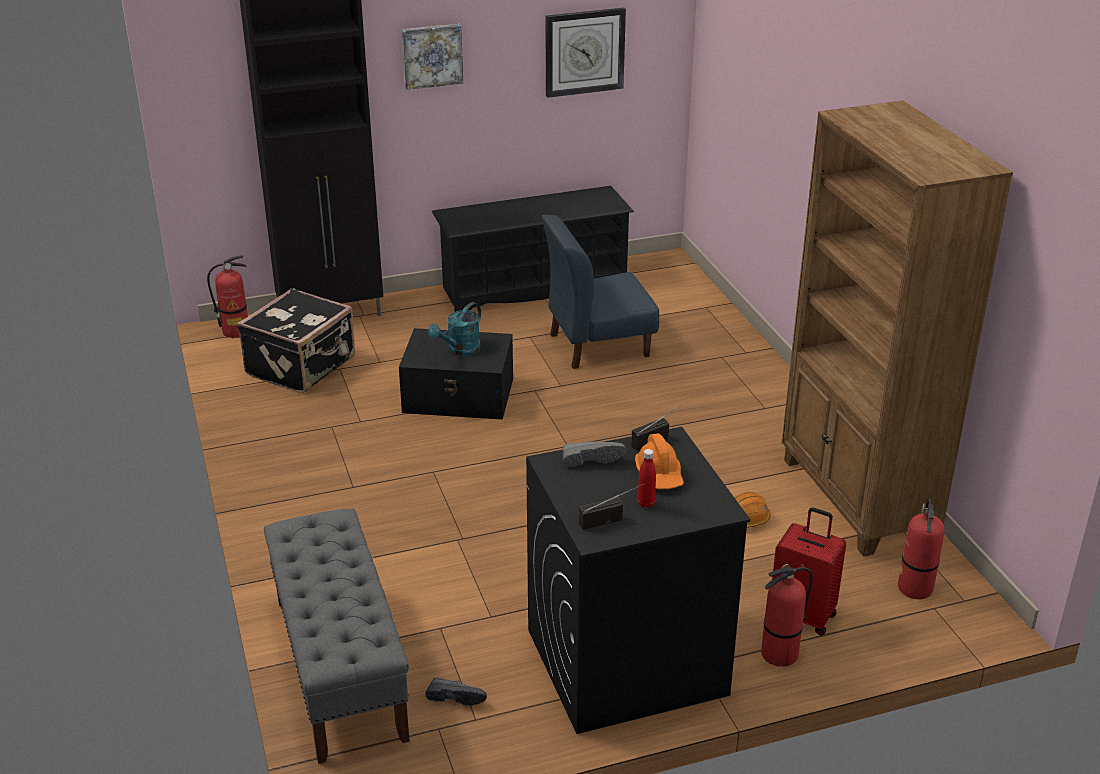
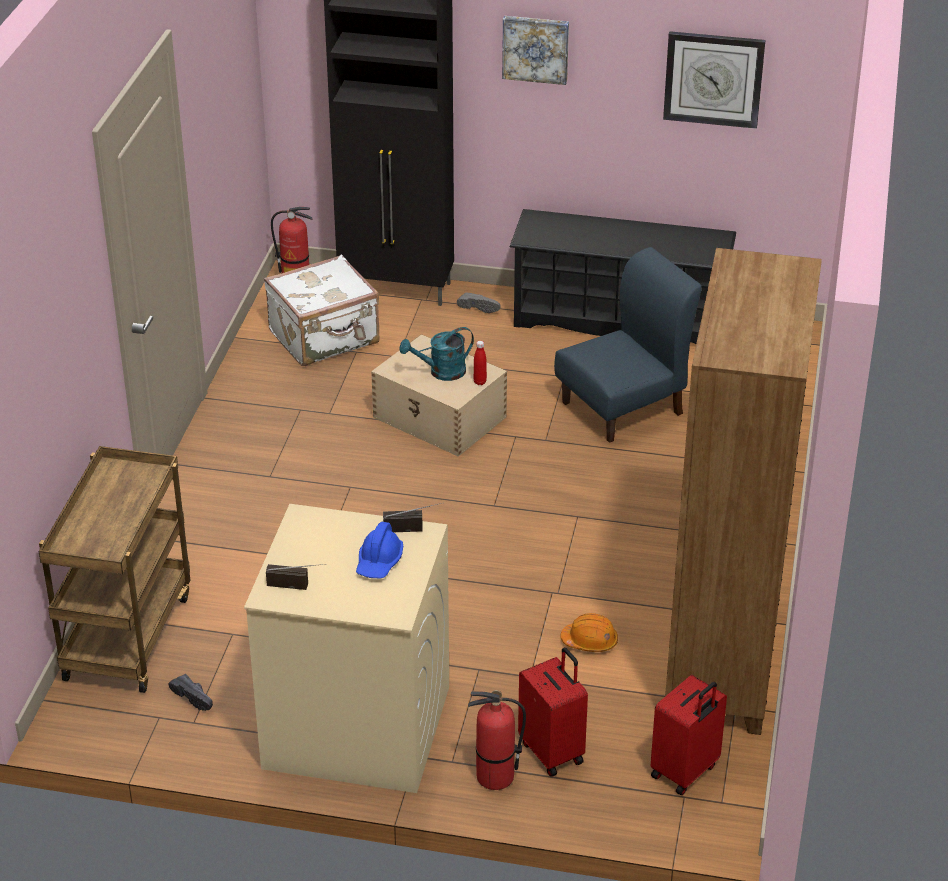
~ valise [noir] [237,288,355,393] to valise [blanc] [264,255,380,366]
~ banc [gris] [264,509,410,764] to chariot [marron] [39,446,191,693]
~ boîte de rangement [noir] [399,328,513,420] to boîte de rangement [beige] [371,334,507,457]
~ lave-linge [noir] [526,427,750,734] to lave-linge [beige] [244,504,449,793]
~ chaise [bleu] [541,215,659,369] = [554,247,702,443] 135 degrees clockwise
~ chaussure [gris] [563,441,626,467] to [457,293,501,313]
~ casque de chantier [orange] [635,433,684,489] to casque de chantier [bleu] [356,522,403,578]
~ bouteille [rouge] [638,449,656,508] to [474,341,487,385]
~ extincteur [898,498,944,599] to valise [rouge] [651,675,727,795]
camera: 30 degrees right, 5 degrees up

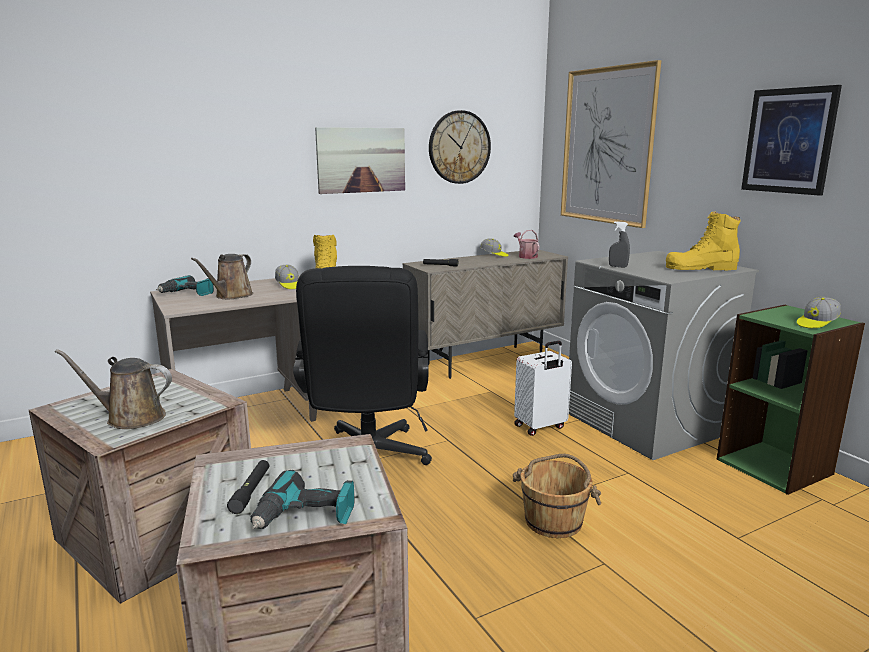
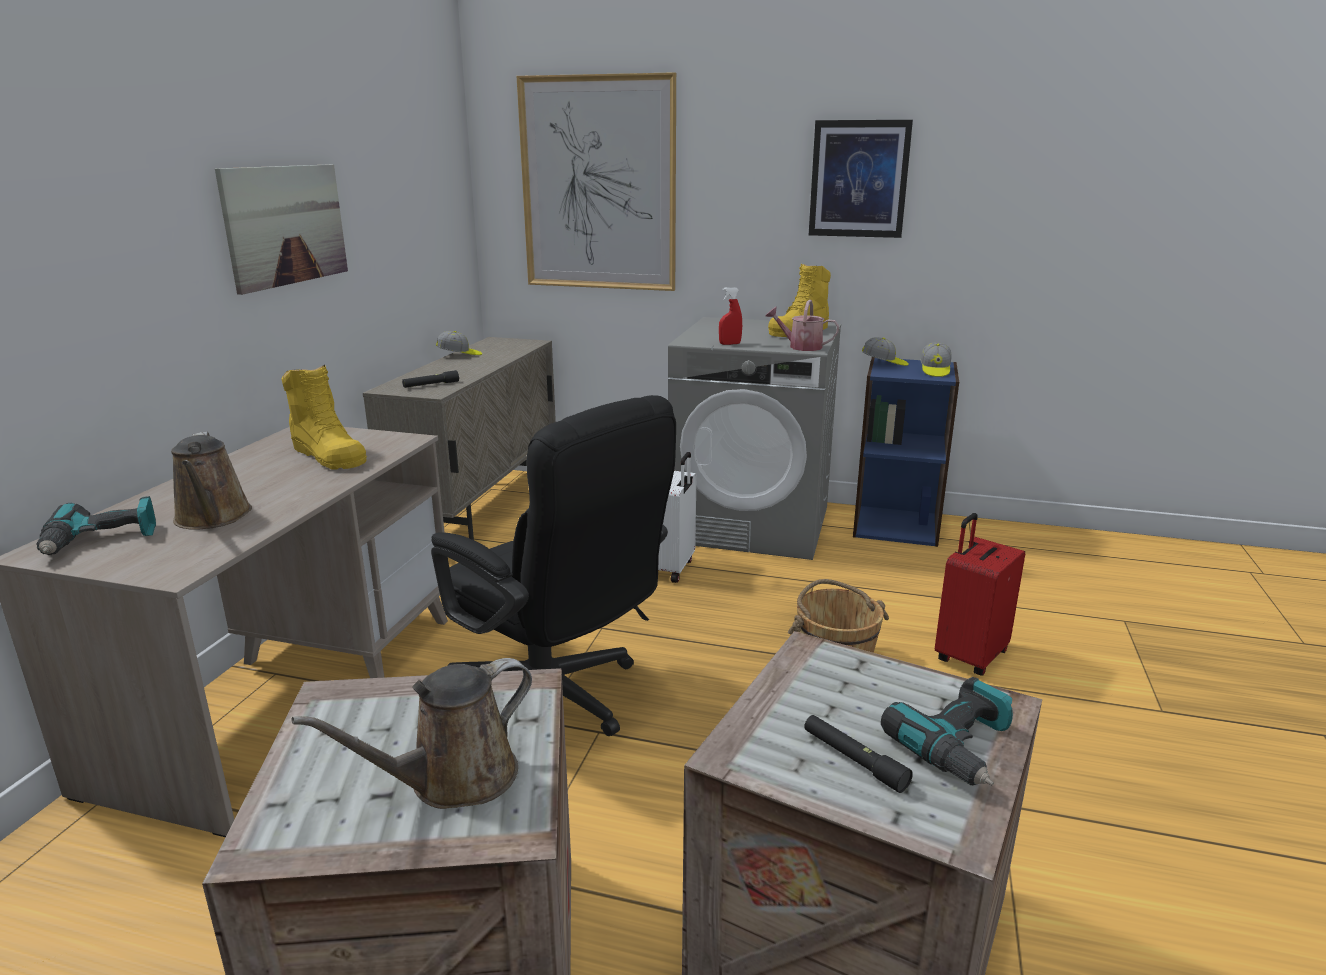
~ casquette [275,265,298,289] to [862,337,909,366]
- horloge murale [429,110,491,184]
~ arrosoir [514,230,540,259] to [765,300,839,351]
~ vaporisateur [gris] [609,221,630,268] to vaporisateur [rouge] [719,287,742,345]
~ bibliothèque [vert] [716,305,865,495] to bibliothèque [bleu] [853,357,959,547]
+ valise [rouge] [935,513,1025,676]
camera: 45 degrees left, 5 degrees up

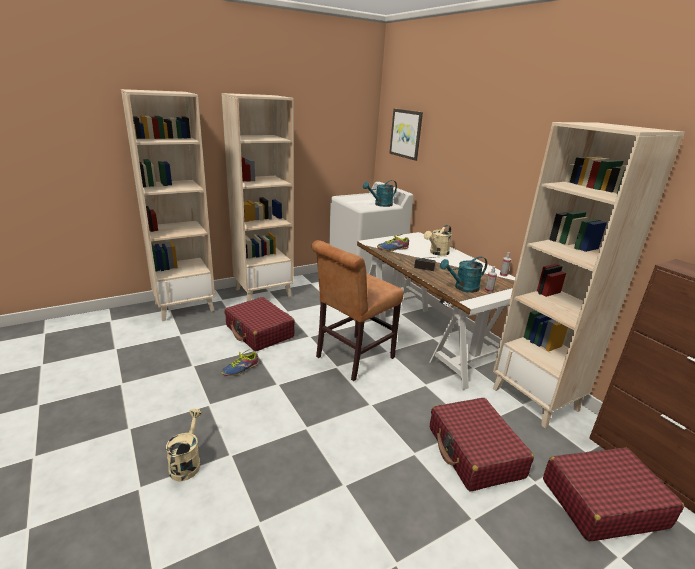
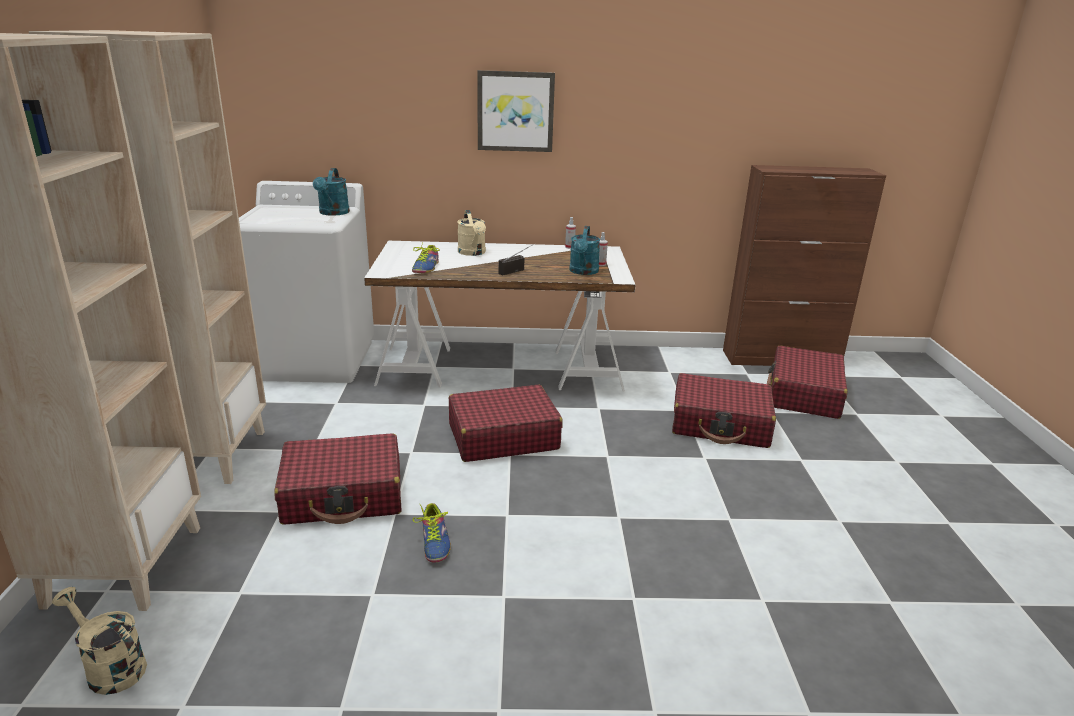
~ arrosoir [beige] [166,409,202,481] to [52,587,147,695]
~ chaise [marron] [311,240,404,381] to valise [rouge] [449,384,563,462]
~ tableau [389,109,423,161] to [477,70,555,152]
- bibliothèque [beige] [493,122,685,428]
camera: 60 degrees left, 0 degrees up

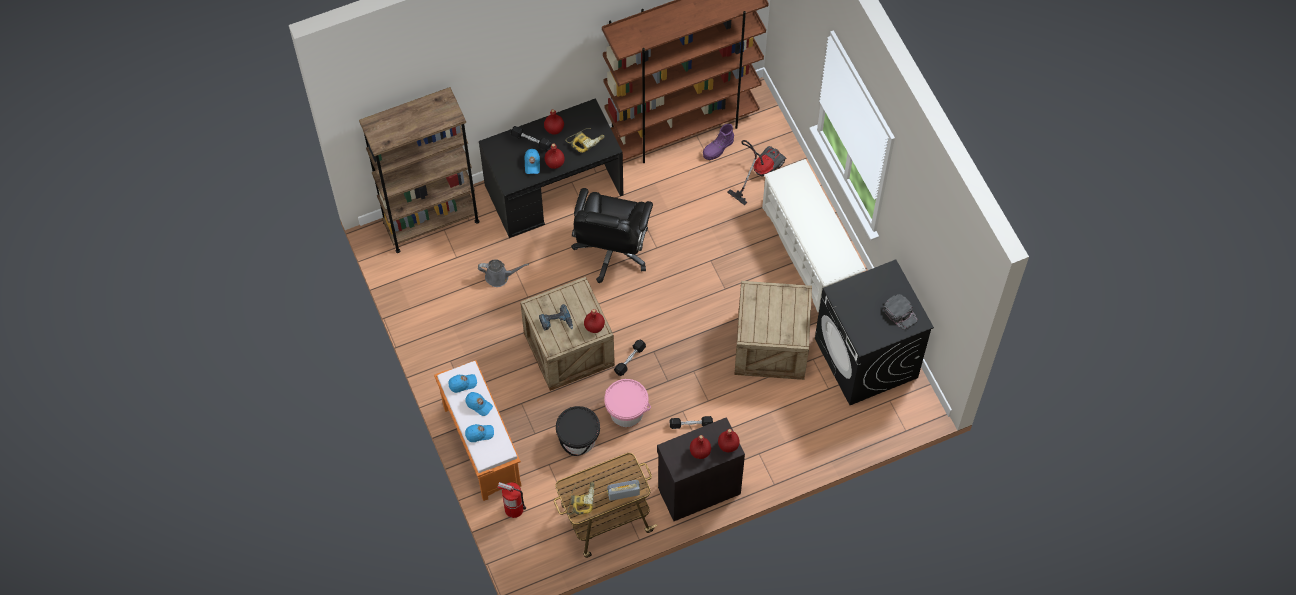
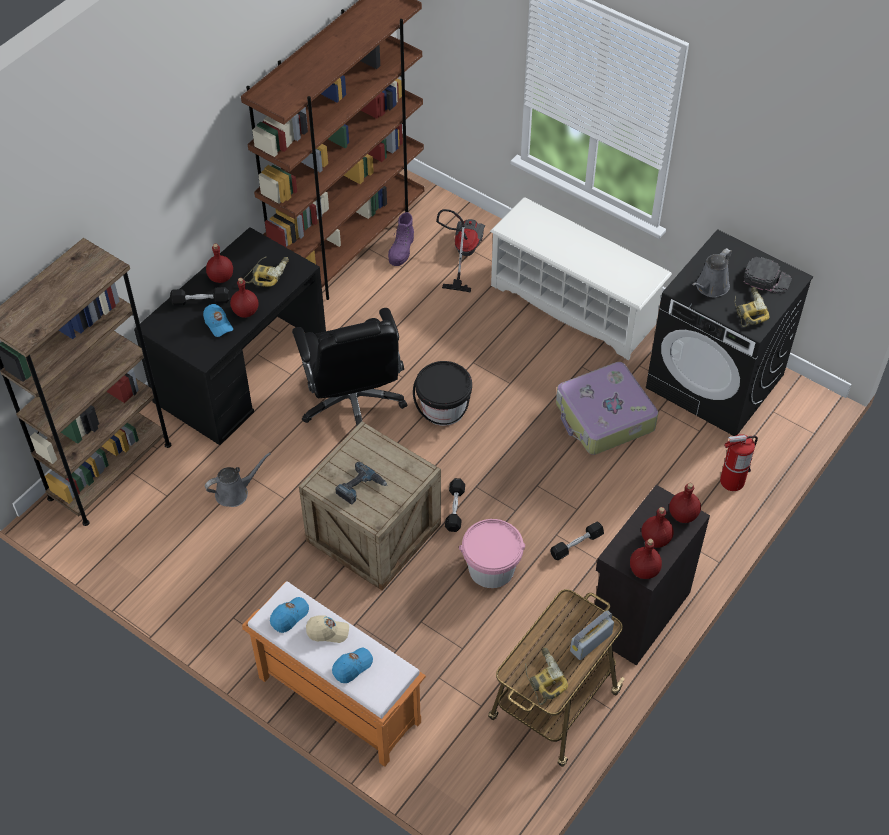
~ casquette [bleu] [465,392,493,416] to casquette [beige] [306,615,349,643]
~ extincteur [497,482,526,518] to [720,434,758,491]
~ seau [noir] [556,406,600,456] to [413,361,472,426]
~ bouteille [rouge] [584,309,605,333] to [630,539,662,579]
~ caisse [734,281,812,380] to valise [556,362,658,455]
+ arrosoir [gris] [692,248,732,297]
+ perceuse [735,287,769,327]
camera: 30 degrees left, 10 degrees down

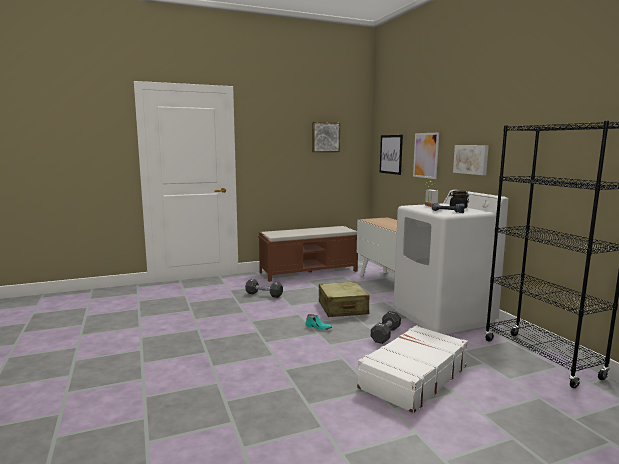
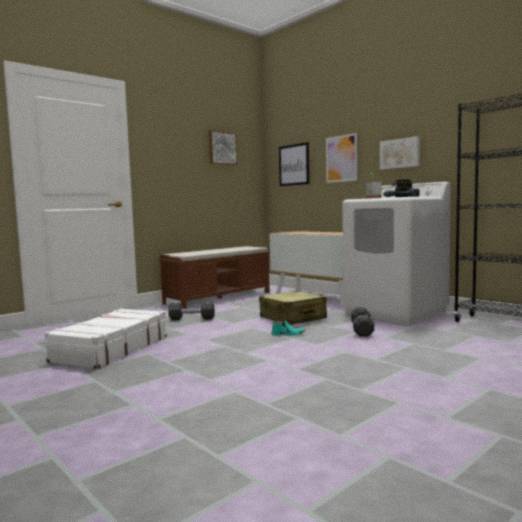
~ valise [blanc] [357,325,468,413] to [45,308,167,369]
camera: 20 degrees left, 5 degrees down

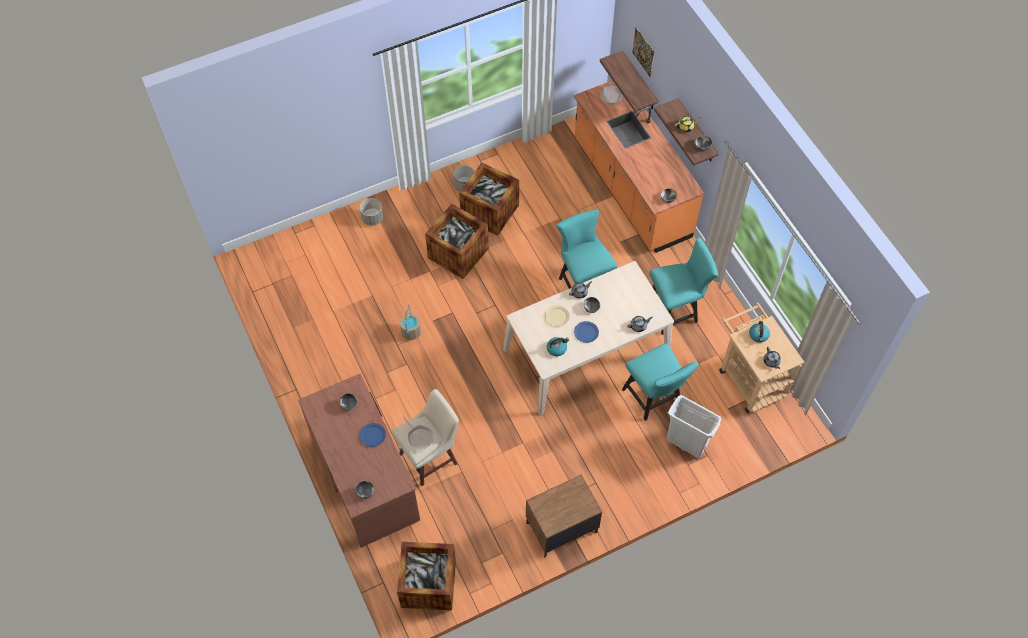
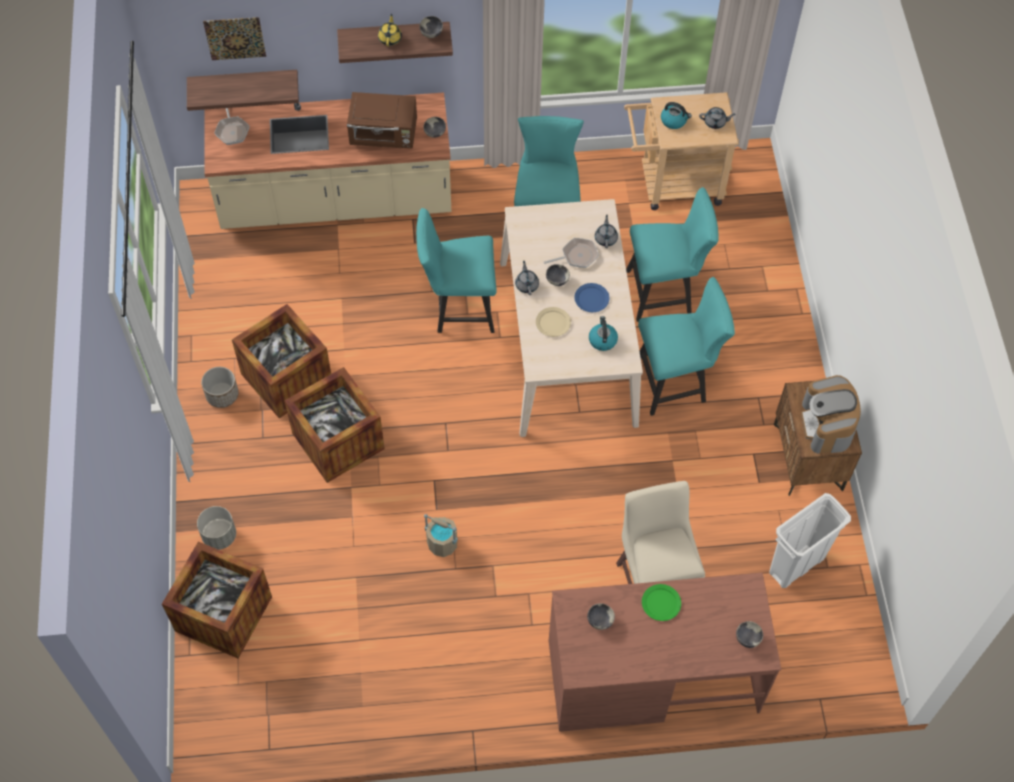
~ assiette [bleu] [360,423,386,447] to assiette [vert] [642,584,681,621]
~ caisse [397,542,456,610] to [162,541,272,658]
~ poêle [403,417,433,450] to [544,238,599,268]
~ comptoir de cuisine [orange] [574,80,704,253] to comptoir de cuisine [beige] [204,93,451,229]
~ poubelle [blanc] [667,395,721,459] to [769,493,851,588]
+ micro-ondes [marron] [347,92,417,149]
+ chaise [turquoise] [638,277,735,416]
+ machine à café [801,375,861,453]
camera: 70 degrees left, 0 degrees up

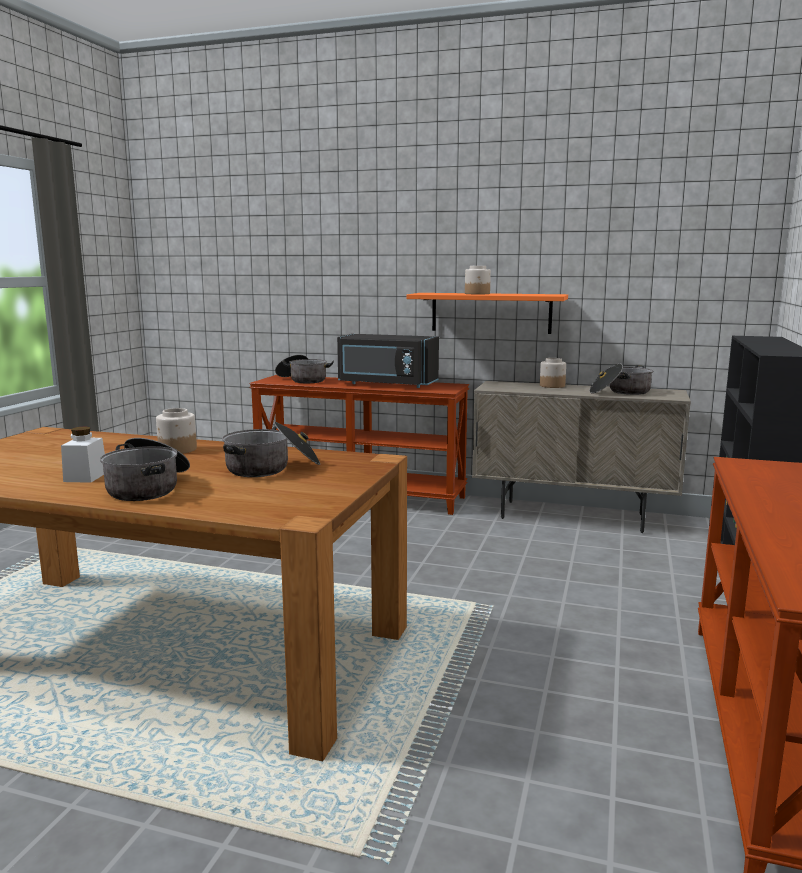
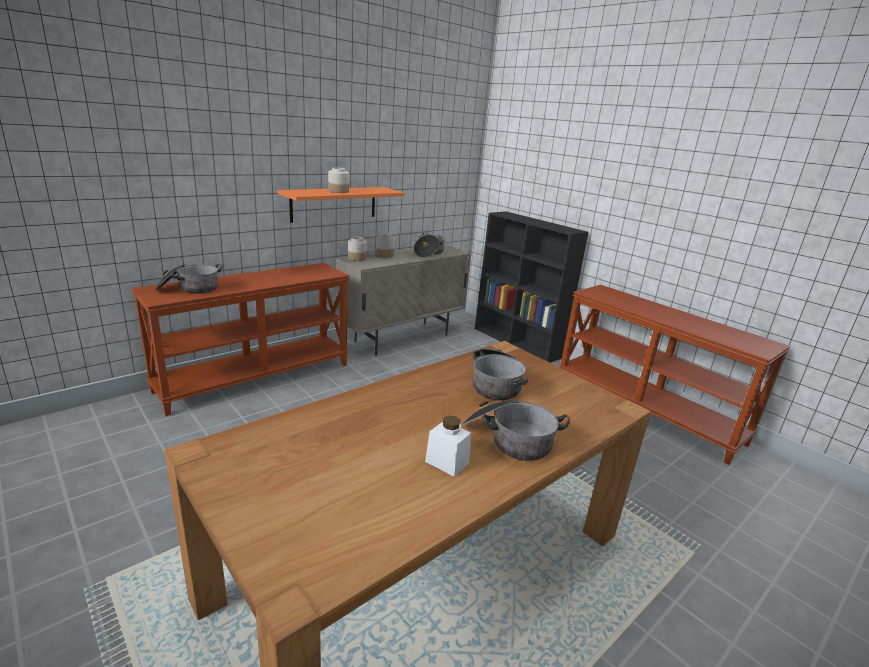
~ bocal [156,408,197,454] to [348,237,367,261]
- micro-ondes [noir] [337,334,439,388]
camera: 60 degrees left, 10 degrees up

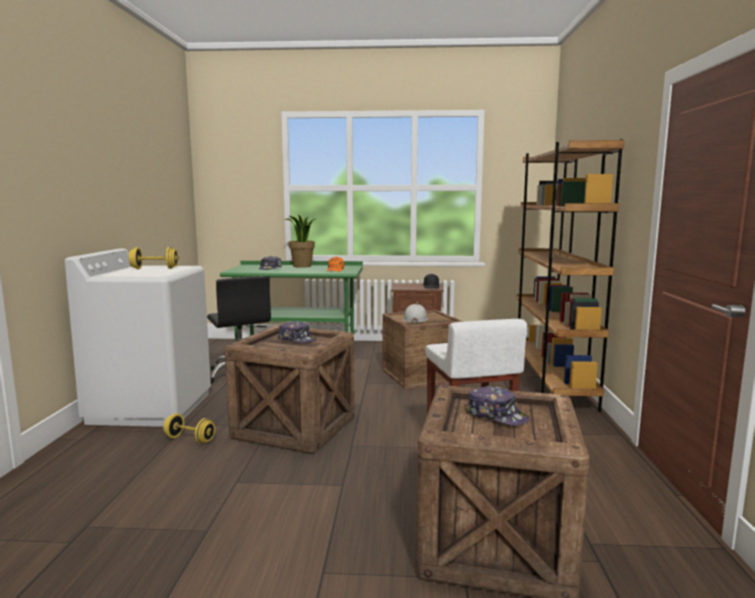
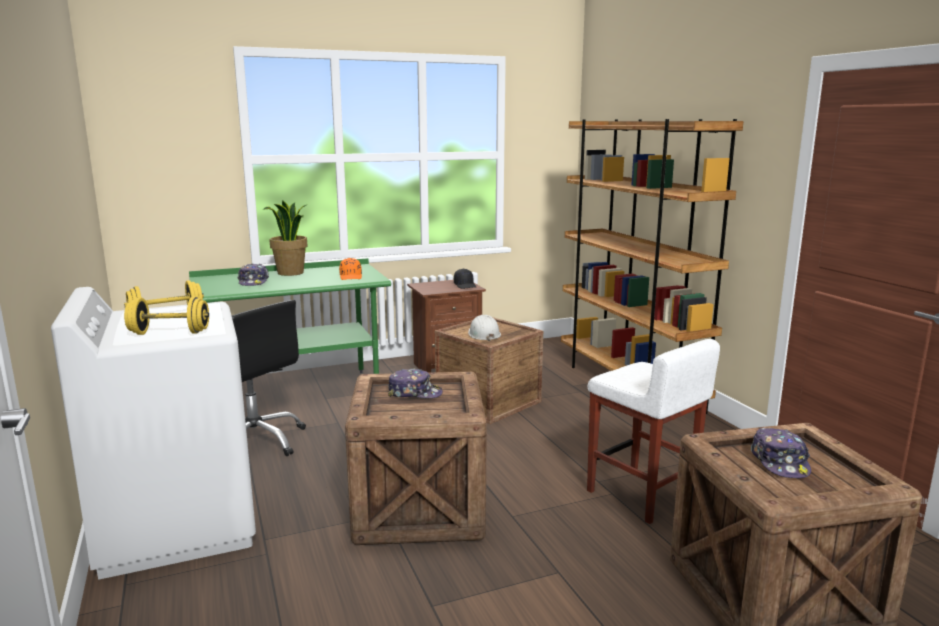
~ haltère [jaune] [163,413,215,444] to [124,297,209,335]
~ casquette [465,385,529,425] = [751,427,811,478] 75 degrees clockwise
camera: 25 degrees left, 5 degrees up

